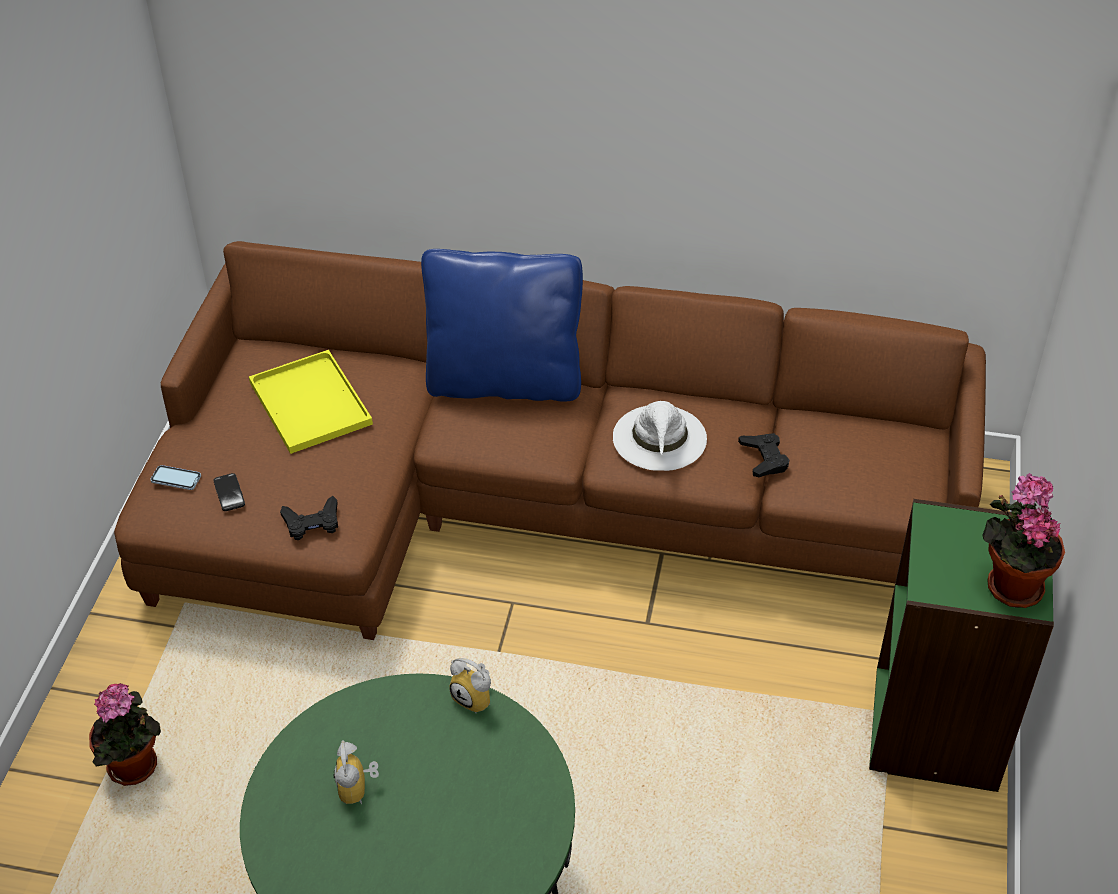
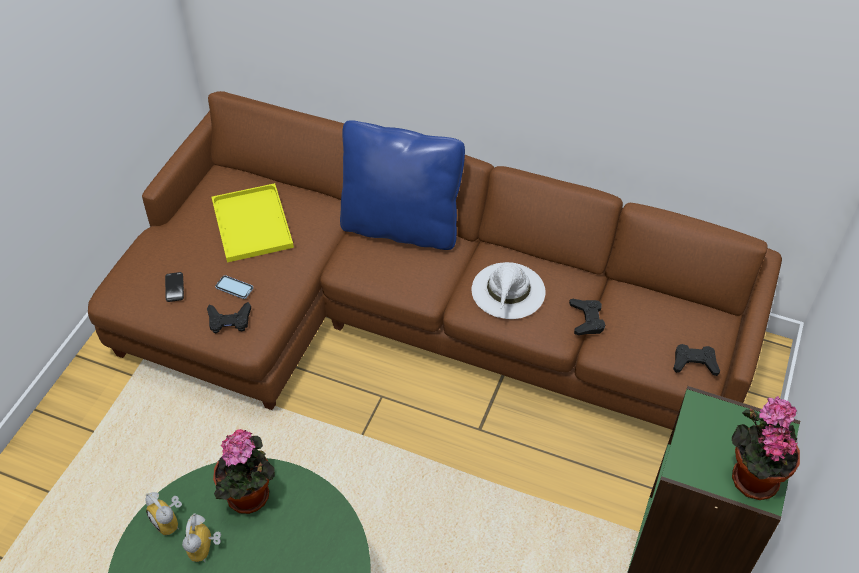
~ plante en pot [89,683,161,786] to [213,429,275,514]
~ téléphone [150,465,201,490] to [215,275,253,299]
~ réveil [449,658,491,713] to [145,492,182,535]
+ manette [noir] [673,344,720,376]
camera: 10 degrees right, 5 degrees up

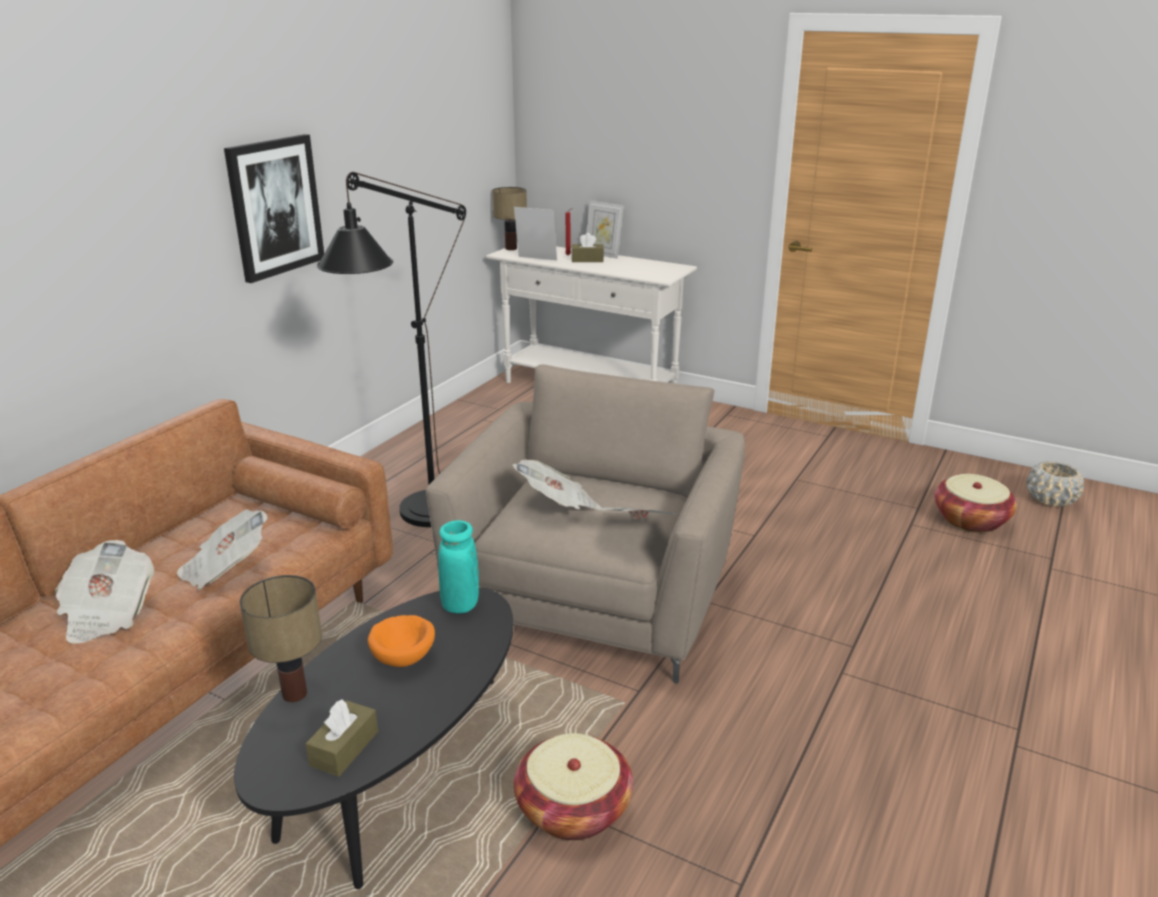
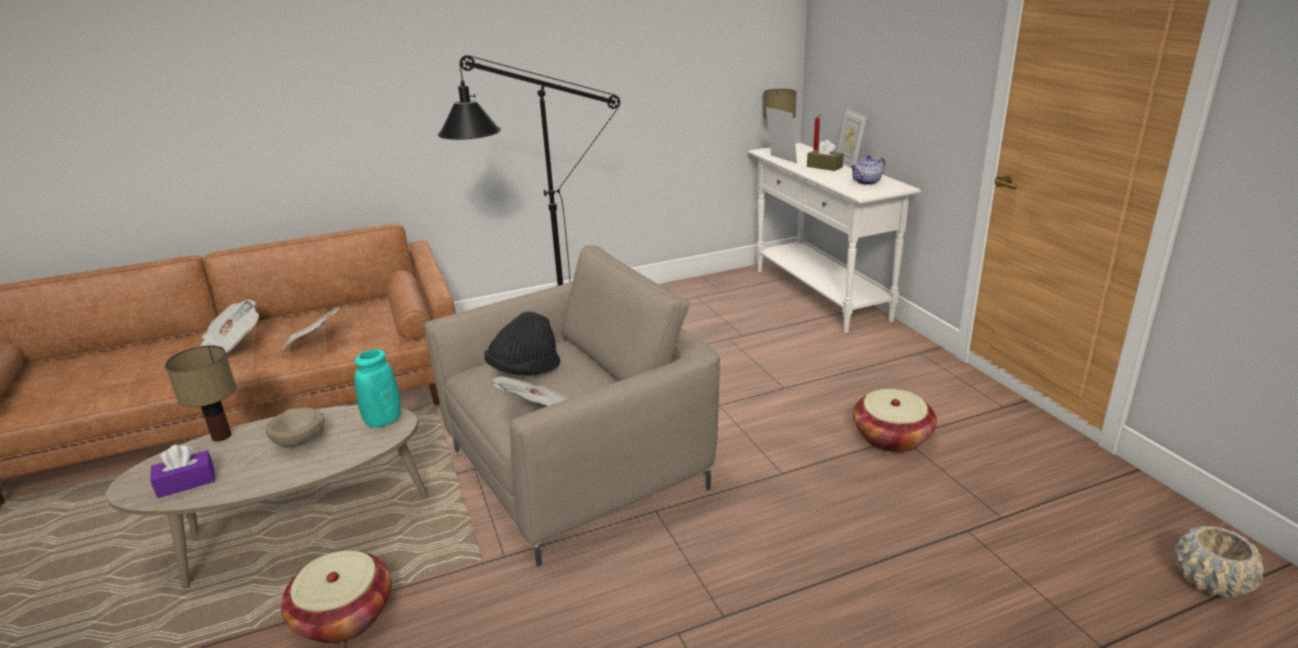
- tableau [224,134,324,283]
~ table basse [noir] [234,587,513,889] to table basse [beige] [106,405,428,589]
~ boîte à mouchoirs [marron] [306,699,378,777] to boîte à mouchoirs [violet] [150,445,215,498]
~ bol [orange] [368,615,435,667] to bol [beige] [266,408,325,447]
~ journal [512,460,602,509] to chapeau [noir] [484,311,560,376]
~ panier [934,474,1017,533] to [853,389,937,453]
+ théière [850,155,886,185]
camera: 40 degrees right, 0 degrees up

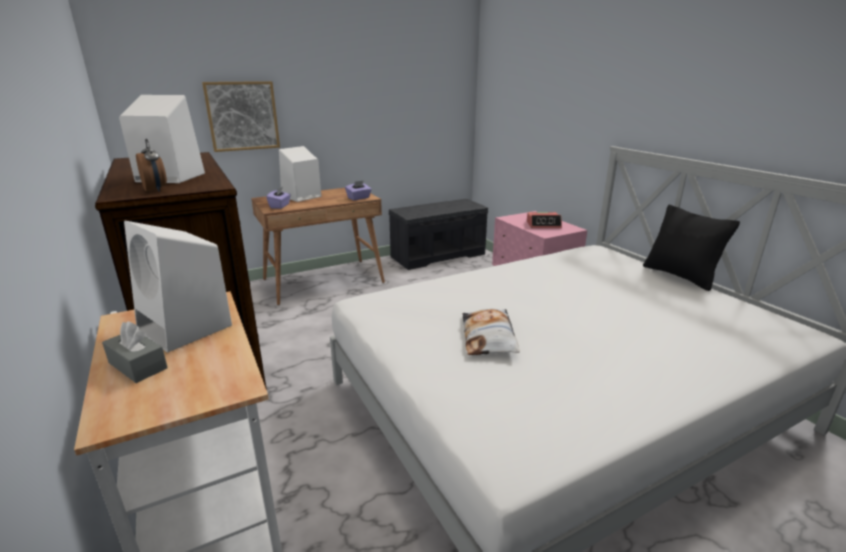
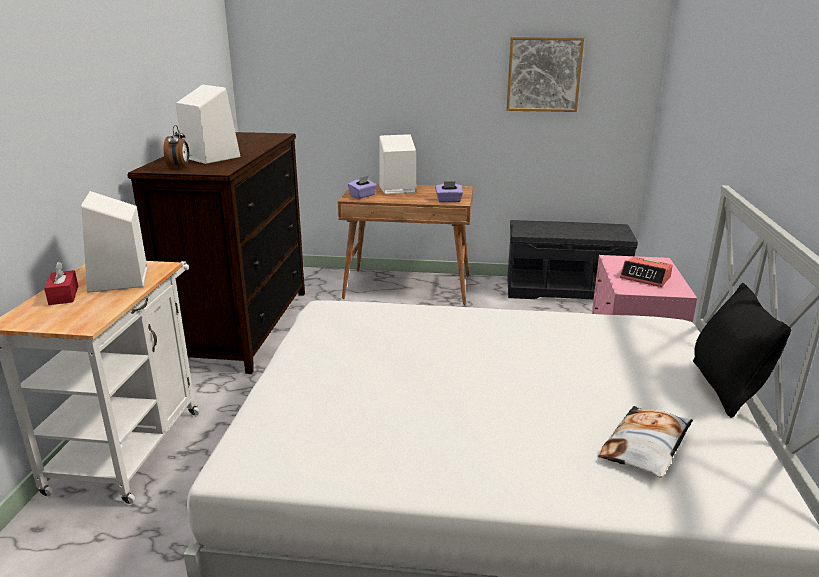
~ boîte à mouchoirs [gris] [102,321,168,383] to boîte à mouchoirs [rouge] [44,262,78,305]
~ tableau [202,81,280,152] to [507,37,584,112]
~ coussin [463,309,520,355] to [598,406,693,478]
camera: 35 degrees right, 0 degrees up

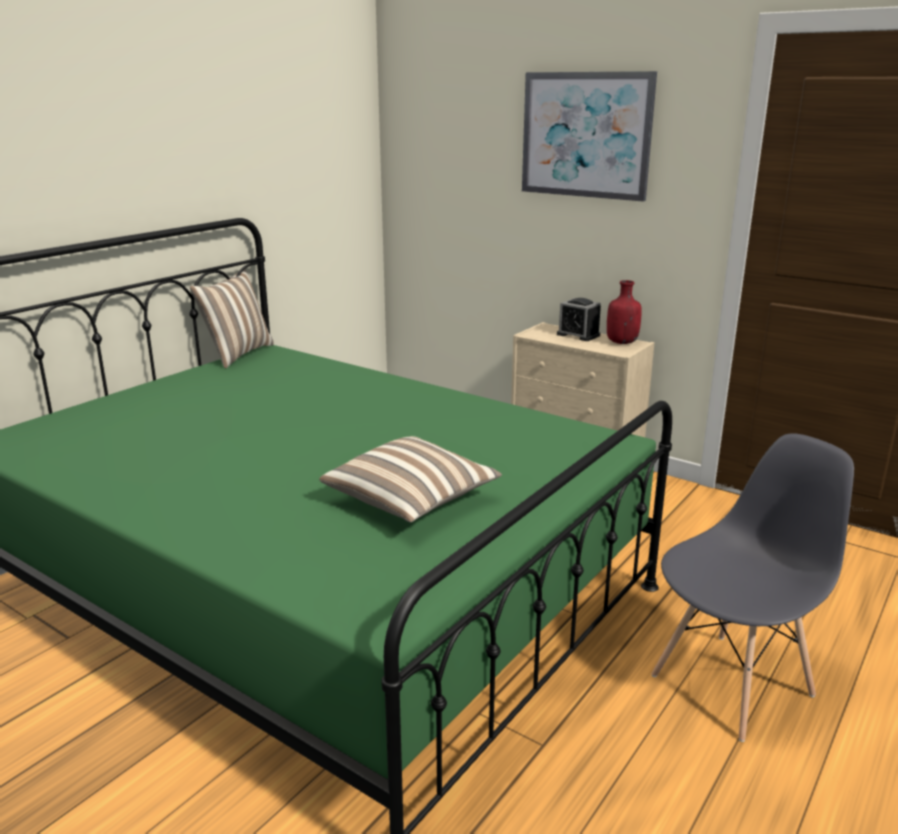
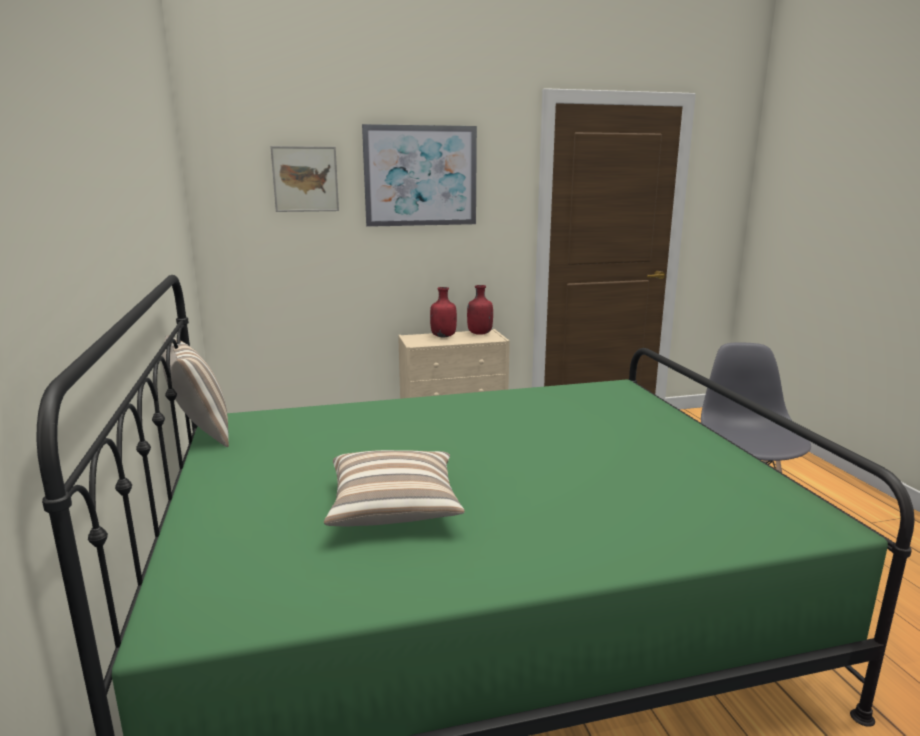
~ coussin [319,436,502,522] to [324,450,465,527]
~ réveil [557,298,601,341] to bouteille [rouge] [430,287,457,337]
+ tableau [270,146,339,212]
camera: 50 degrees left, 5 degrees down

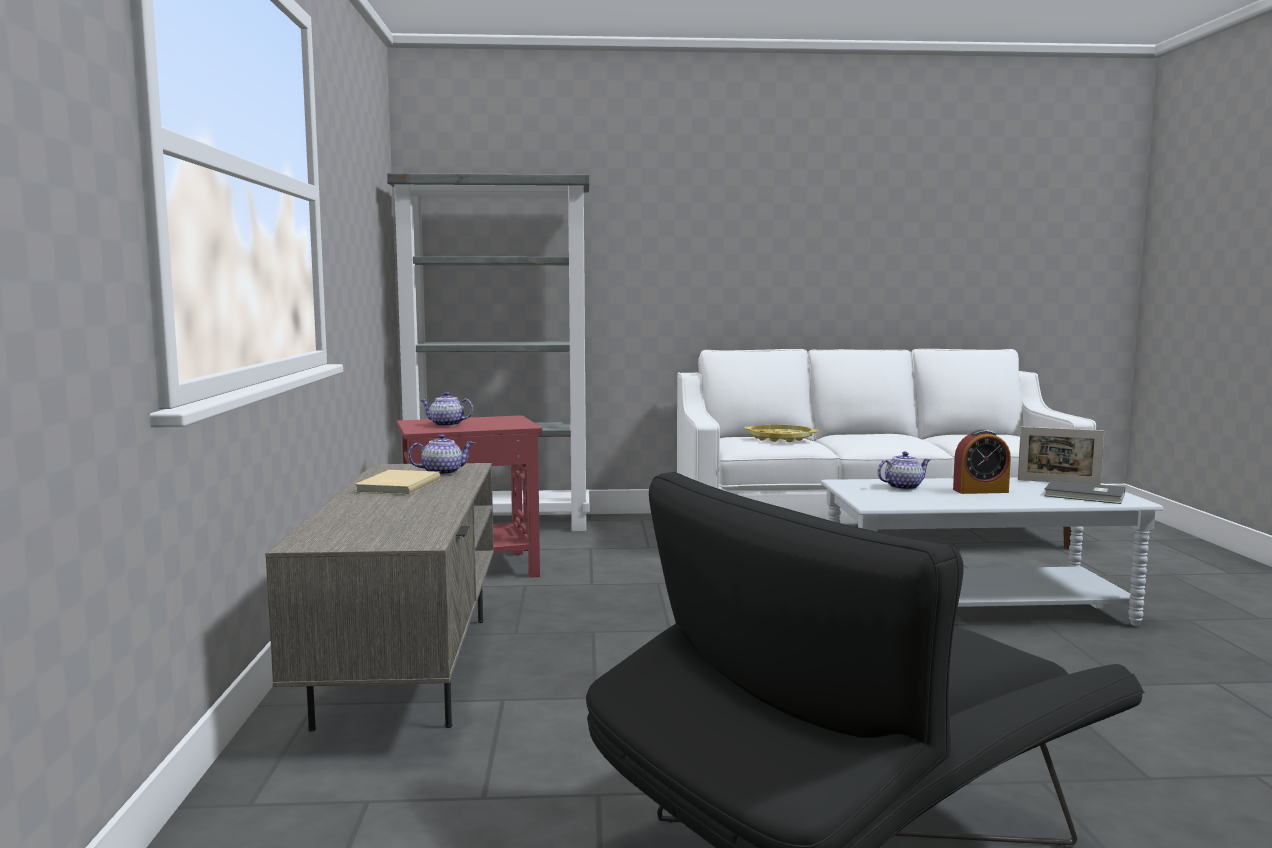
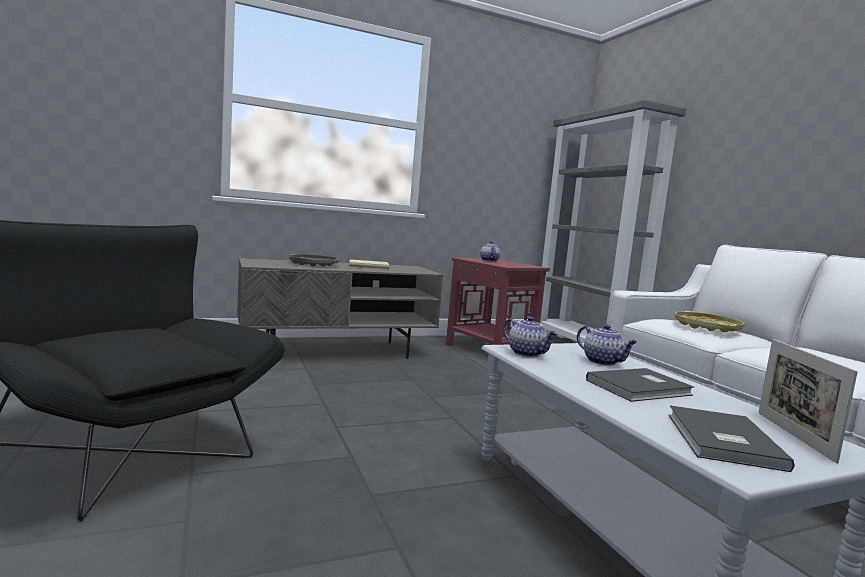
~ théière [408,434,474,475] to [503,316,558,357]
~ réveil [953,429,1011,494] to livre [gris] [586,368,694,402]
+ plateau [gris] [289,254,340,267]
camera: 70 degrees right, 0 degrees up

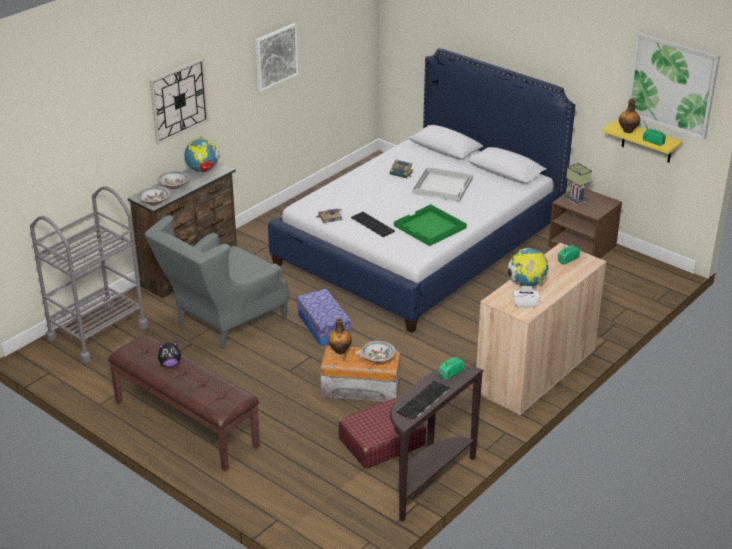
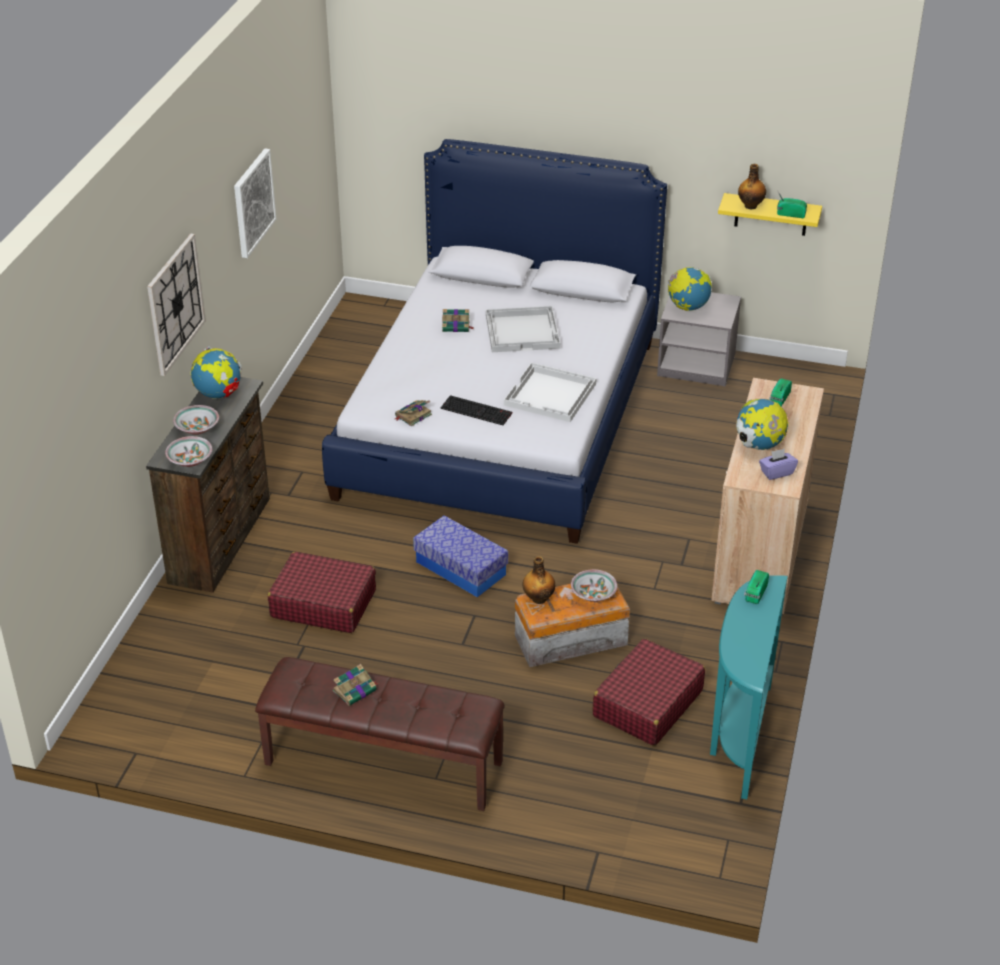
- chariot [gris] [30,186,149,363]
~ fauteuil [gris] [145,215,289,349] to valise [rouge] [268,552,376,633]
~ peluche [158,341,182,367] to livre [333,664,379,706]
~ table console [marron] [390,365,484,522] to table console [turquoise] [710,575,788,799]
~ plateau [vert] [394,204,467,246] to plateau [blanc] [504,362,597,422]
- clavier [396,380,450,421]
~ boîte à mouchoirs [blanc] [513,285,540,307] to boîte à mouchoirs [violet] [759,449,798,480]
~ table de chevet [marron] [548,188,622,258] to table de chevet [gris] [657,292,741,386]
~ lampe de table [565,163,592,205] to globe [668,267,712,311]
- tableau [626,32,720,140]
camera: 25 degrees left, 5 degrees up

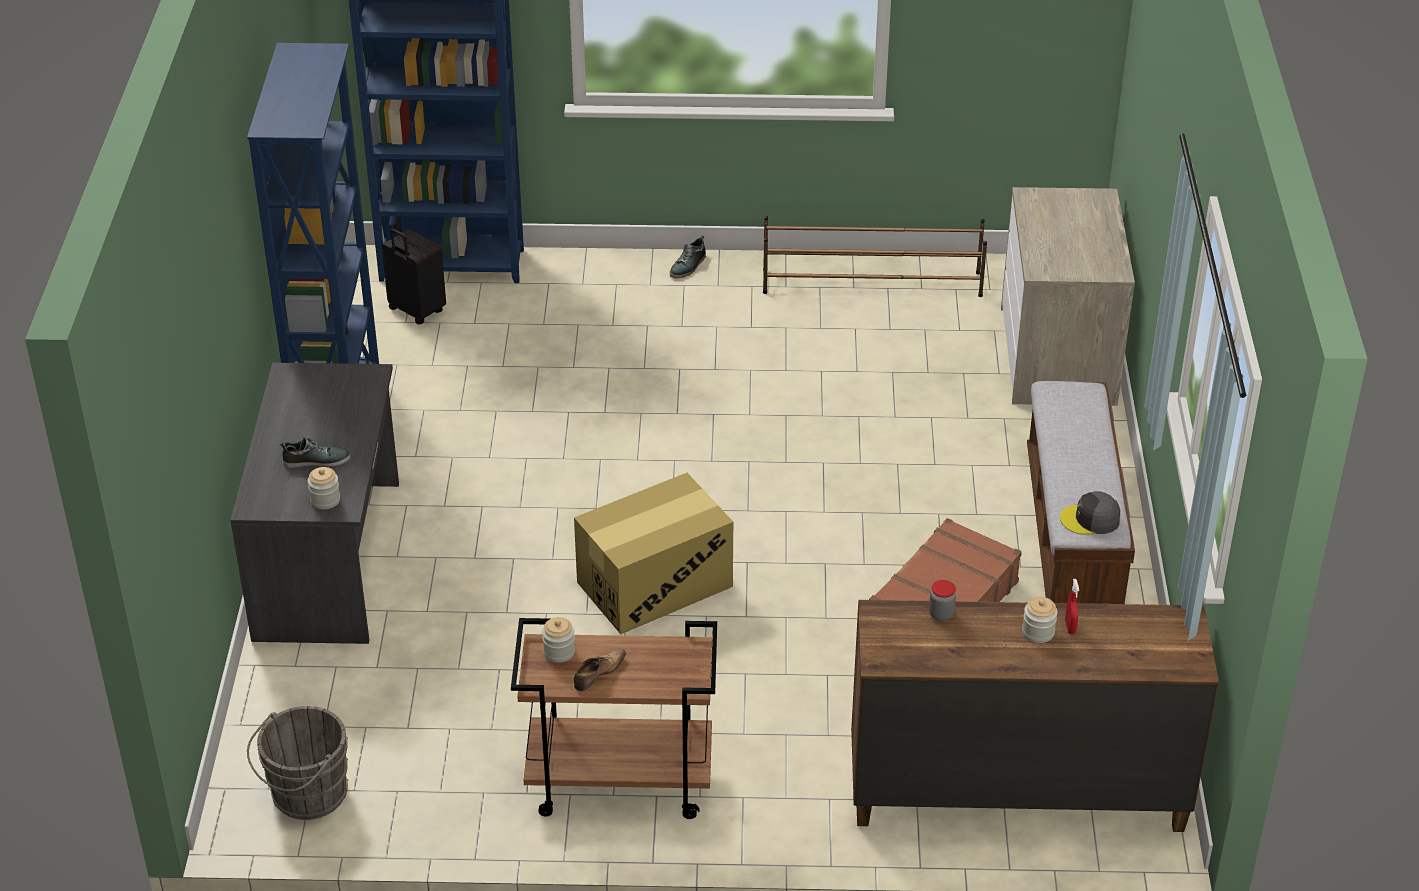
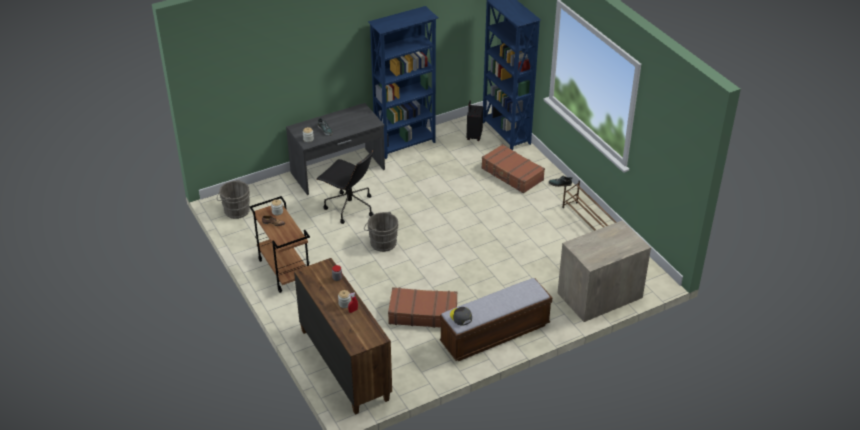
~ carton [574,473,733,634] to seau [gris] [364,212,399,252]
+ chaise de bureau [noir] [317,149,374,224]
+ valise [marron] [481,144,545,194]
camera: 60 degrees right, 0 degrees up

